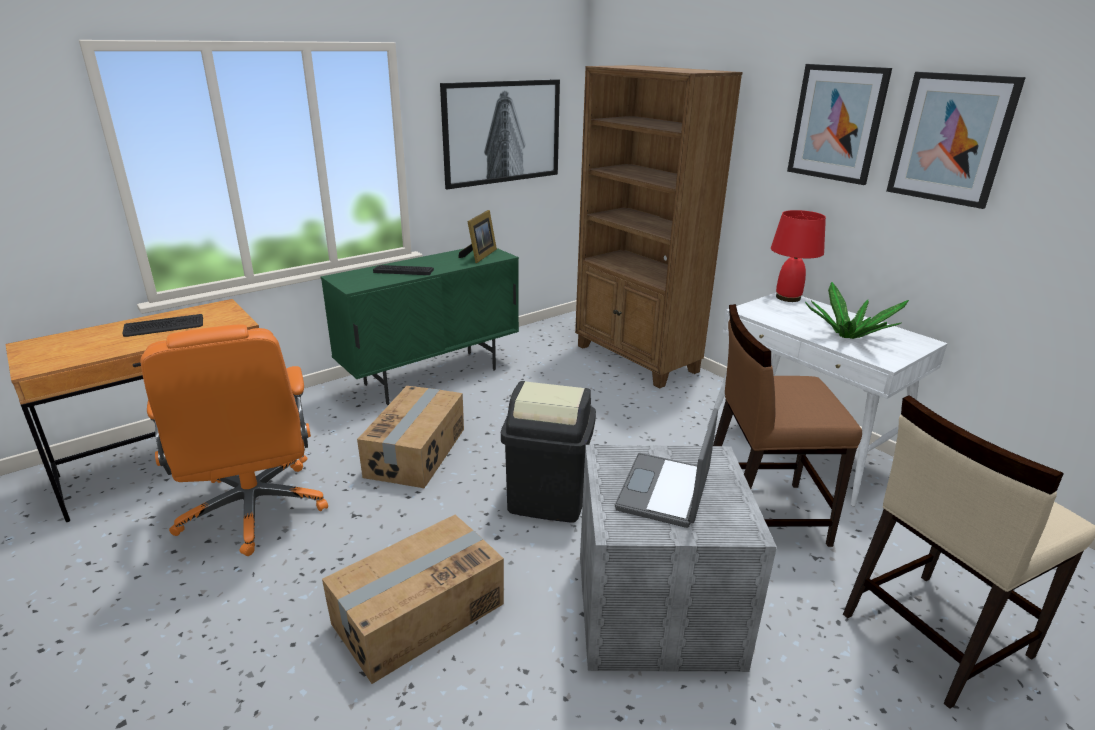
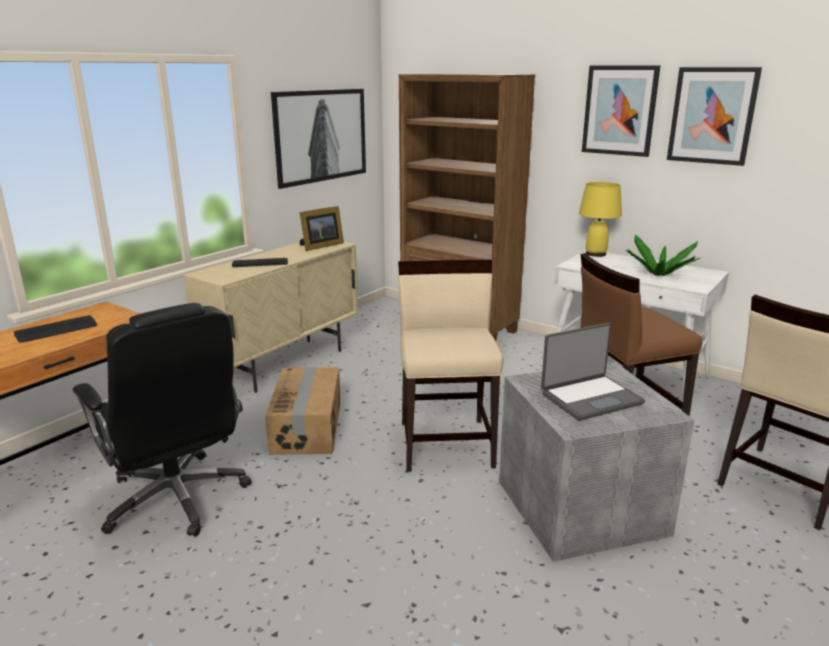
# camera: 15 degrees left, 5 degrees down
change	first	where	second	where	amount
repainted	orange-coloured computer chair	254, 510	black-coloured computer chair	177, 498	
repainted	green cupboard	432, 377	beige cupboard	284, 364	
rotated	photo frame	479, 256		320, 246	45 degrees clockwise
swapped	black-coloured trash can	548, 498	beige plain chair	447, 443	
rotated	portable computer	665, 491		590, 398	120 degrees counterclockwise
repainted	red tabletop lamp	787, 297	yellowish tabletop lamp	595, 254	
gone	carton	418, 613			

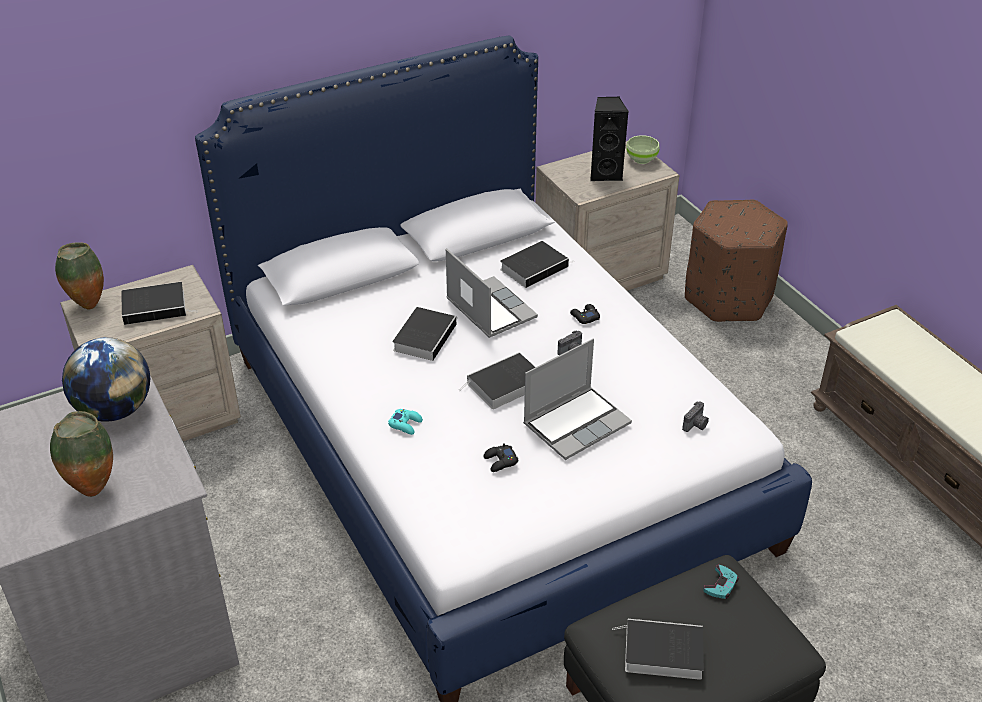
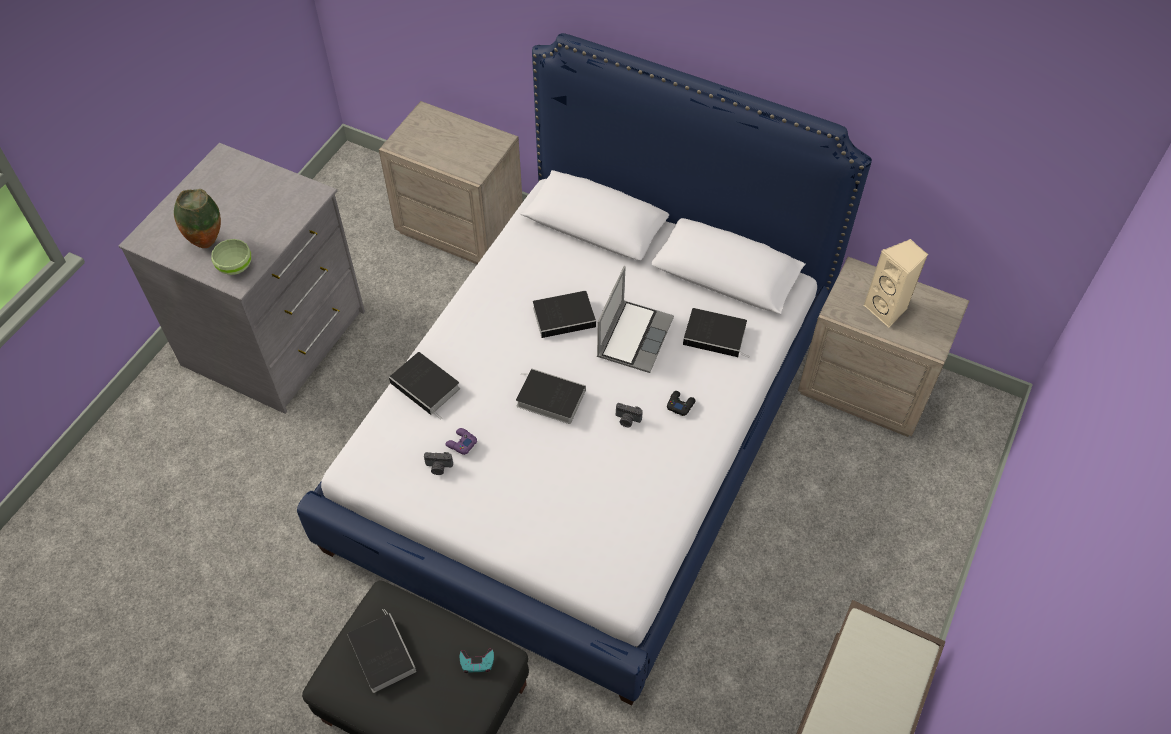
# camera: 55 degrees right, 15 degrees up
change	first	where	second	where	amount
shifted	green deep dish	641, 160		234, 267	
shifted	bound book	156, 306		427, 386	
shifted	still camera	696, 425		438, 467	
repainted	black-coloured gamepad	500, 461	purple-coloured gamepad	461, 443	
repainted	black-coloured loudspeaker	605, 173	beige loudspeaker	887, 309	
gone	vase	87, 305			
gone	globe	115, 410			
gone	turquoise-coloured gamepad	406, 424			
gone	portable computer	577, 423			
gone	brownish pouffe	729, 298			

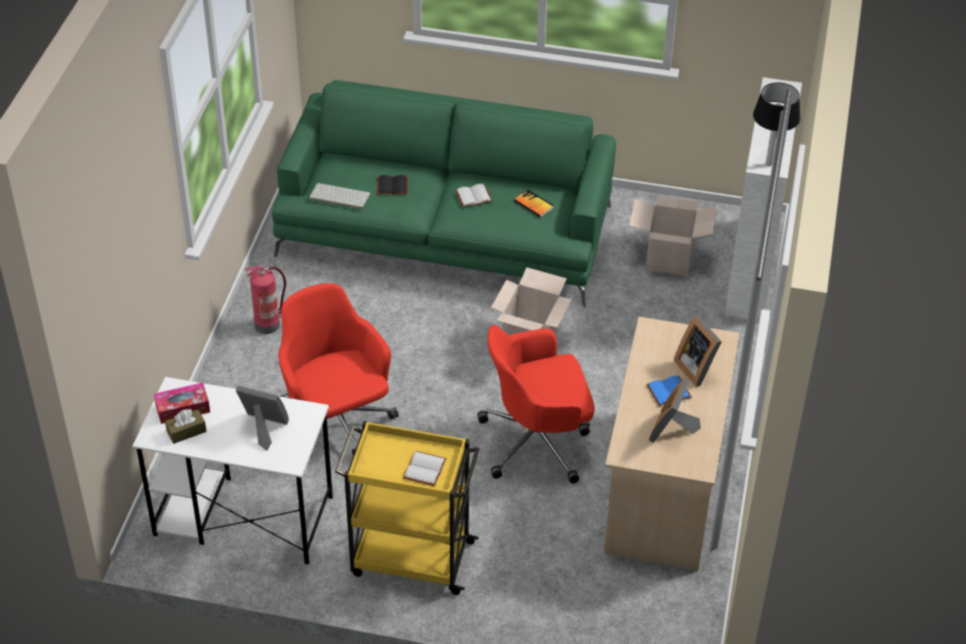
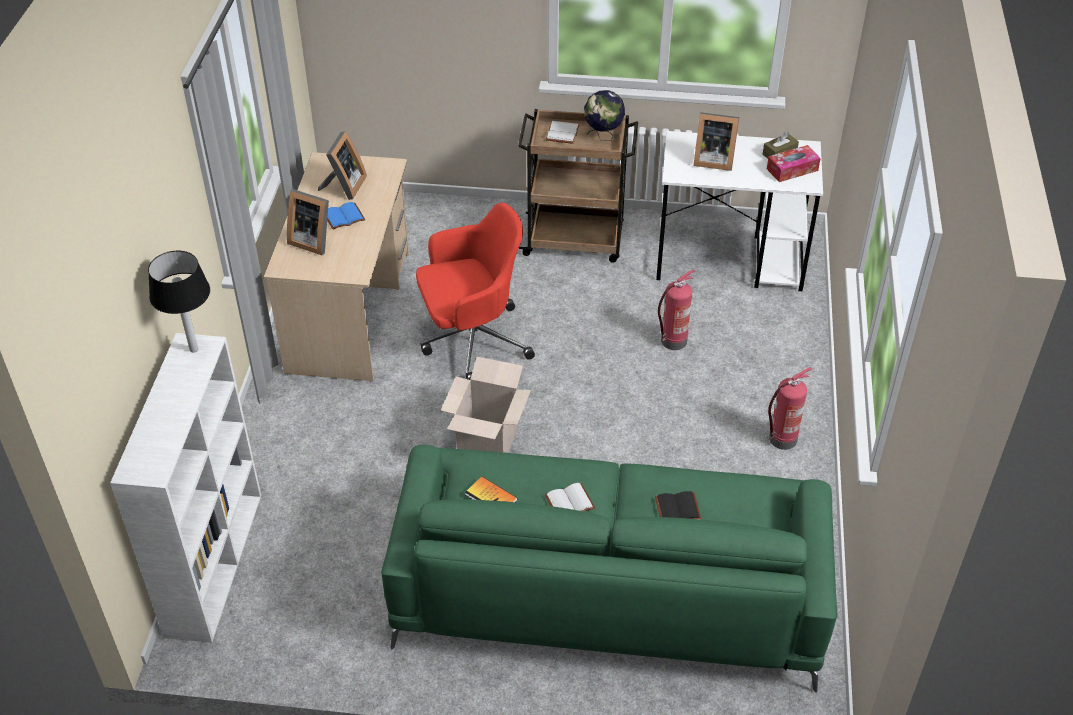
# camera: 175 degrees right, 0 degrees up
change	first	where	second	where	amount
rotated	photo frame	698, 367		312, 240	150 degrees clockwise
repainted	yellowish trolley	410, 558	brownish trolley	576, 240	
new			globe	603, 137	
swapped	red computer chair	336, 424	extinguisher	673, 341	
gone	computer keyboard	338, 197			
gone	carton	668, 259			

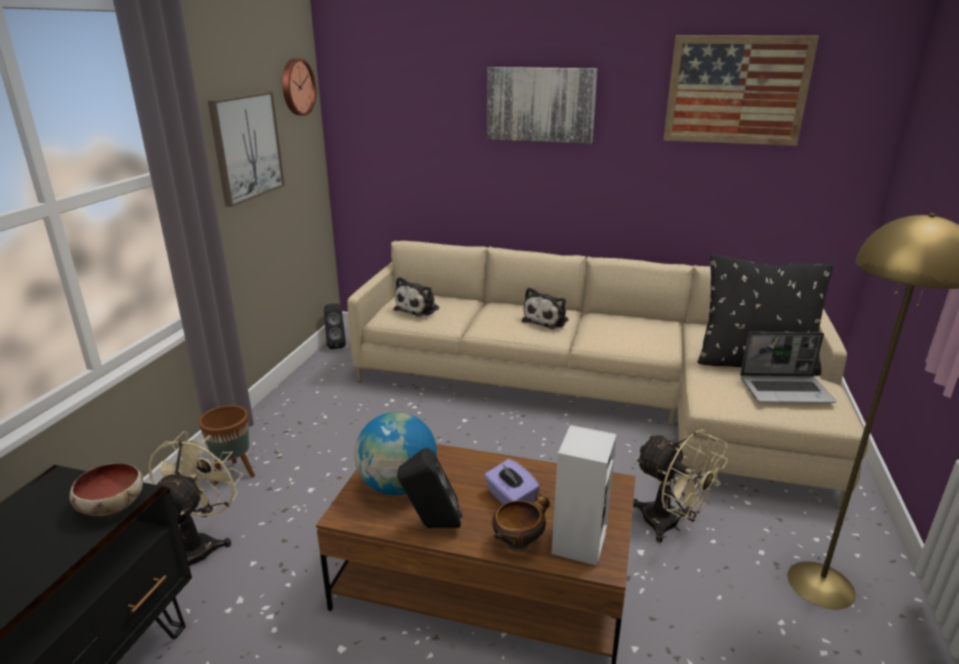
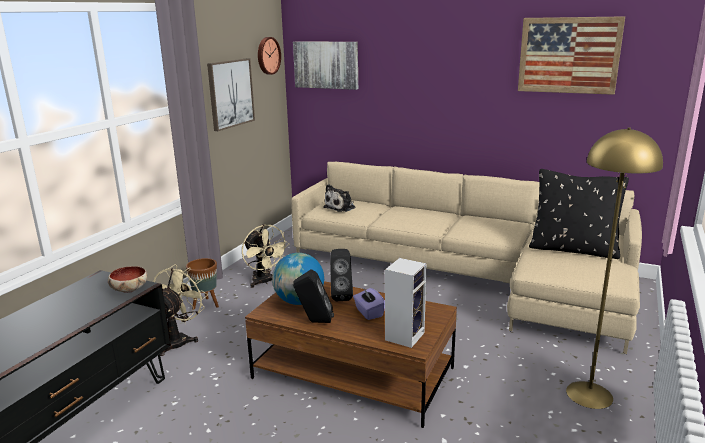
# camera: 10 degrees right, 5 degrees down
change	first	where	second	where	amount
shifted	beige cooling fan	669, 525		264, 282	
shifted	wall picture	540, 104		326, 65	
shifted	black-coloured loudspeaker	336, 345		341, 296	
gone	deep dish	519, 542			
gone	plush toy	547, 320			
gone	portable computer	786, 390			

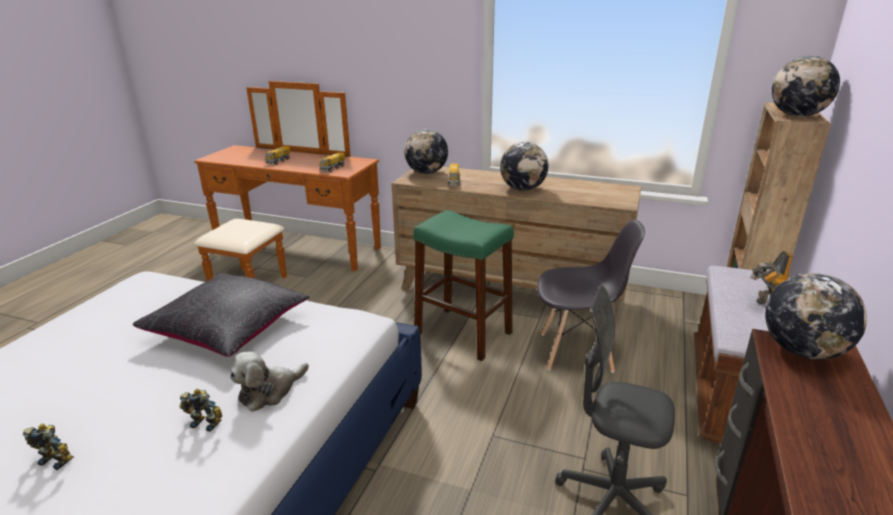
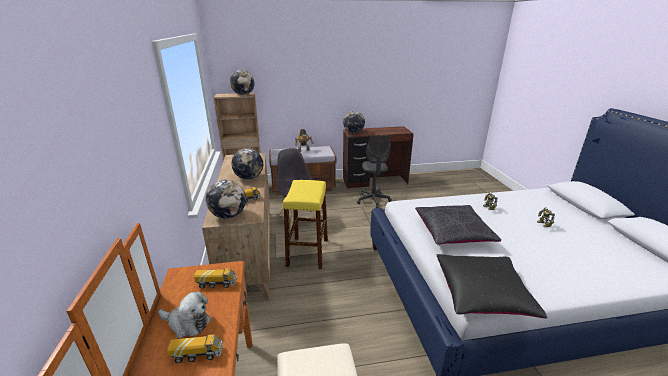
# camera: 120 degrees left, 0 degrees up
change	first	where	second	where	amount
shifted	plush toy	269, 391		187, 323	
repainted	green sitting stool	463, 333	yellowish sitting stool	308, 252	
new			black-coloured cushion	482, 294	

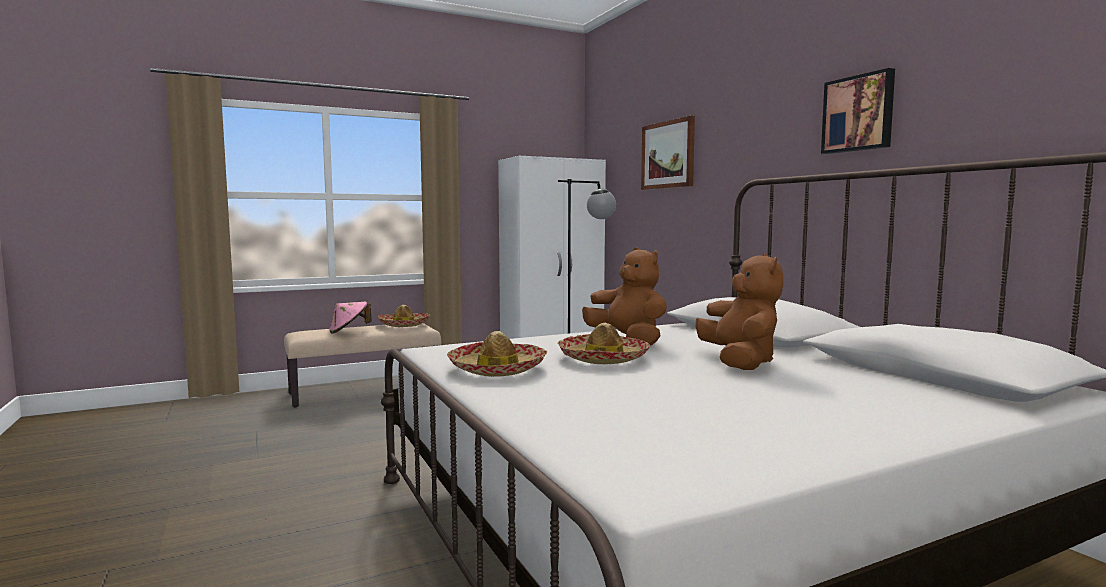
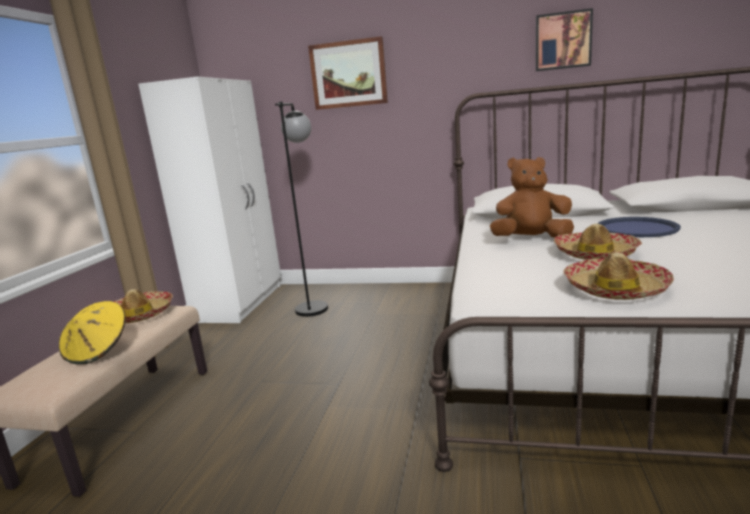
# camera: 50 degrees left, 10 degrees up
change	first	where	second	where	amount
repainted	pinkish wearable hat	349, 331	yellowish wearable hat	98, 351	
swapped	brownish plush toy	739, 362	bluish carrying tray	637, 228	

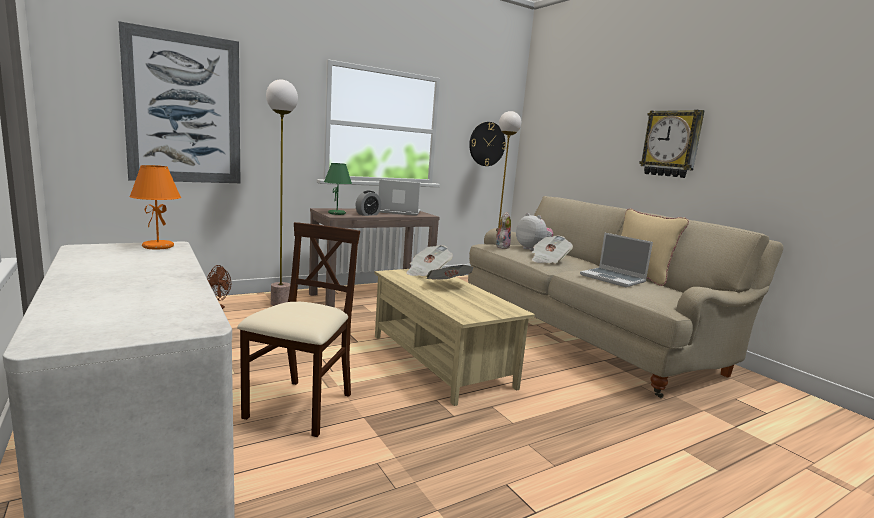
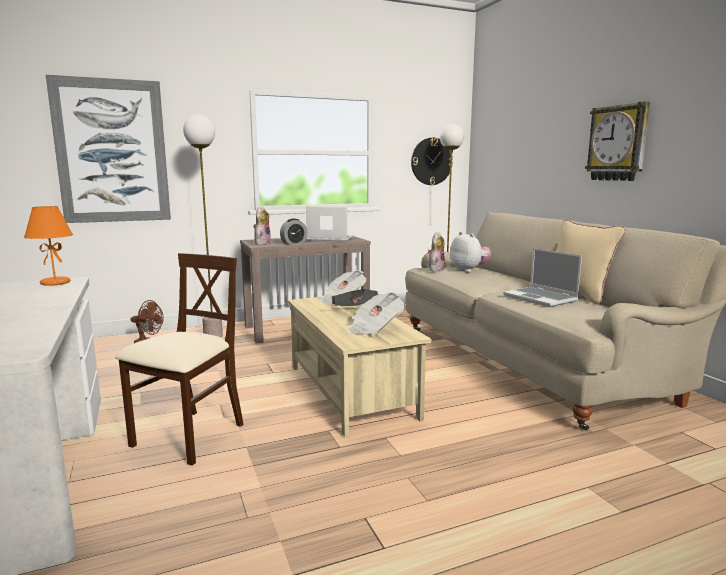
# camera: 10 degrees right, 0 degrees up
change	first	where	second	where	amount
swapped	green tabletop lamp	337, 213	plush toy	262, 244	
shifted	newspaper	548, 260		374, 329	

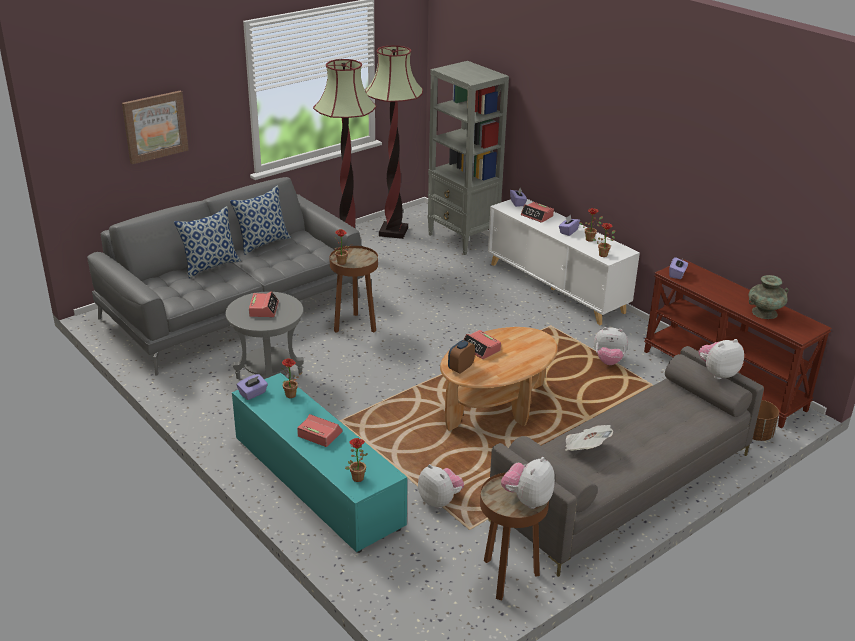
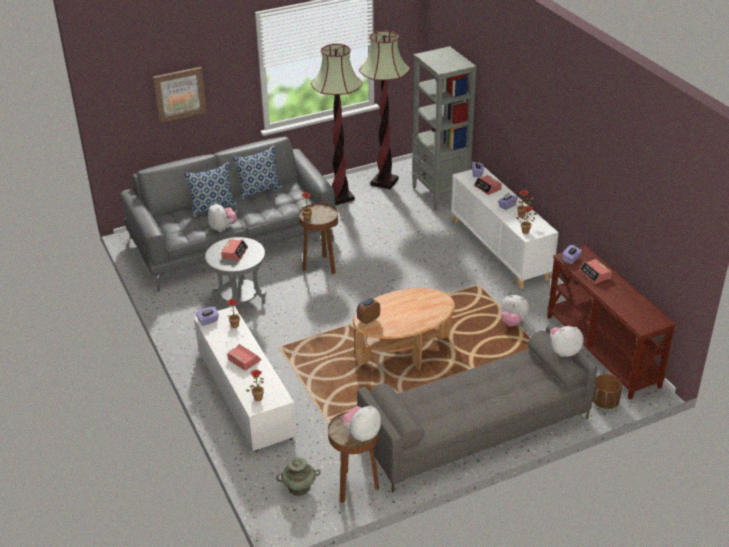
# camera: 15 degrees right, 5 degrees up
change	first	where	second	where	amount
repainted	turquoise-coloured tv unit	315, 482	white-coloured tv unit	244, 393	
shifted	plush toy	440, 501		222, 228	
shifted	turquoise-coloured vase	764, 313		299, 487	
shifted	table clock	481, 349		595, 275	
gone	newspaper	586, 447			

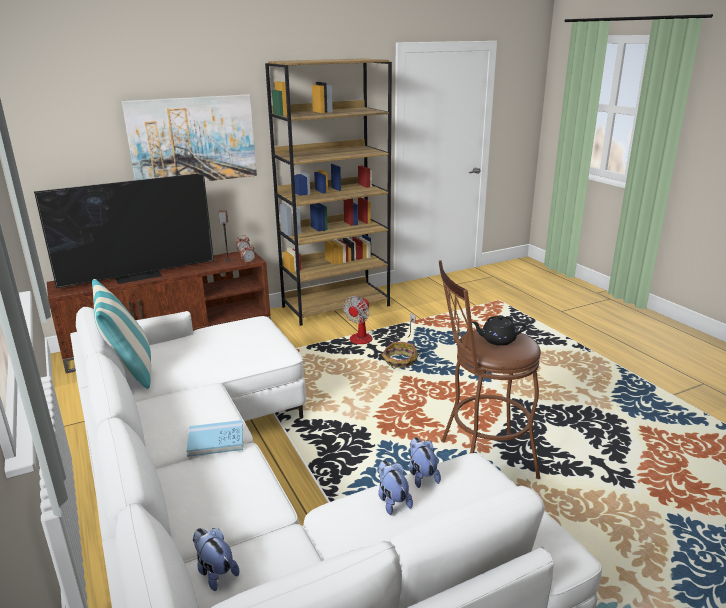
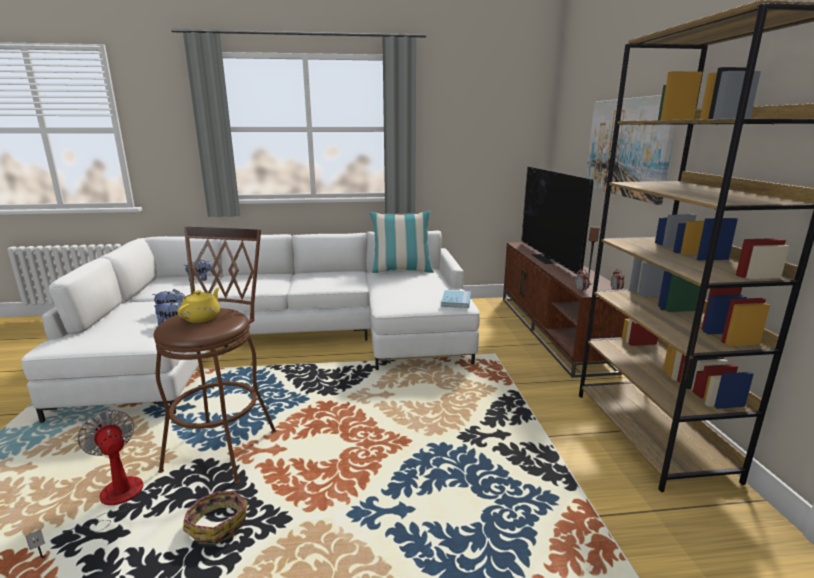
# camera: 110 degrees right, 5 degrees down
change	first	where	second	where	amount
shifted	cooling fan	370, 339		110, 503	
repainted	black-coloured pot for tea	497, 340	yellowish pot for tea	202, 317	
shifted	storage basket	399, 361		218, 524	
shifted	bluish bound book	216, 440		456, 301	

